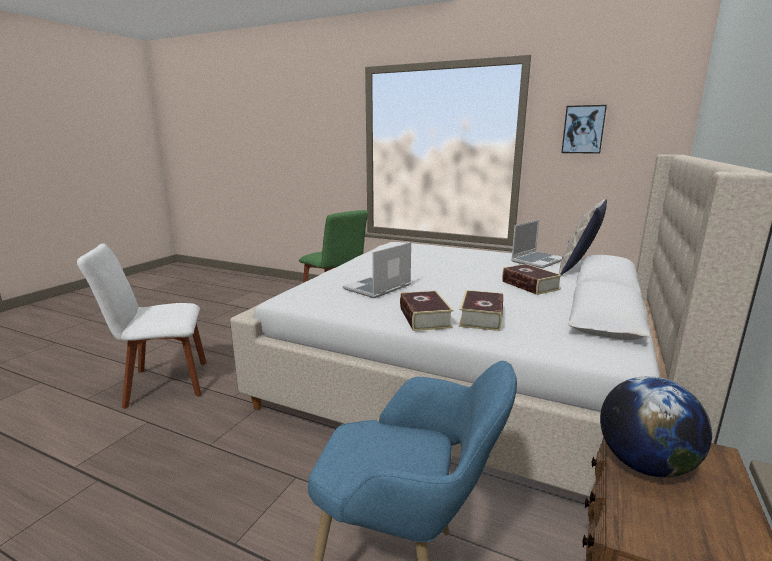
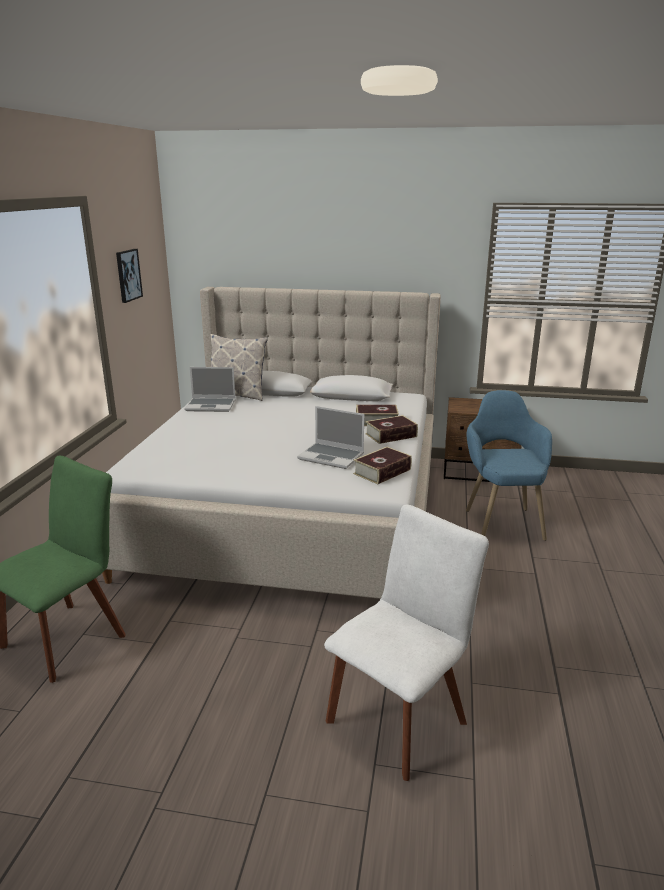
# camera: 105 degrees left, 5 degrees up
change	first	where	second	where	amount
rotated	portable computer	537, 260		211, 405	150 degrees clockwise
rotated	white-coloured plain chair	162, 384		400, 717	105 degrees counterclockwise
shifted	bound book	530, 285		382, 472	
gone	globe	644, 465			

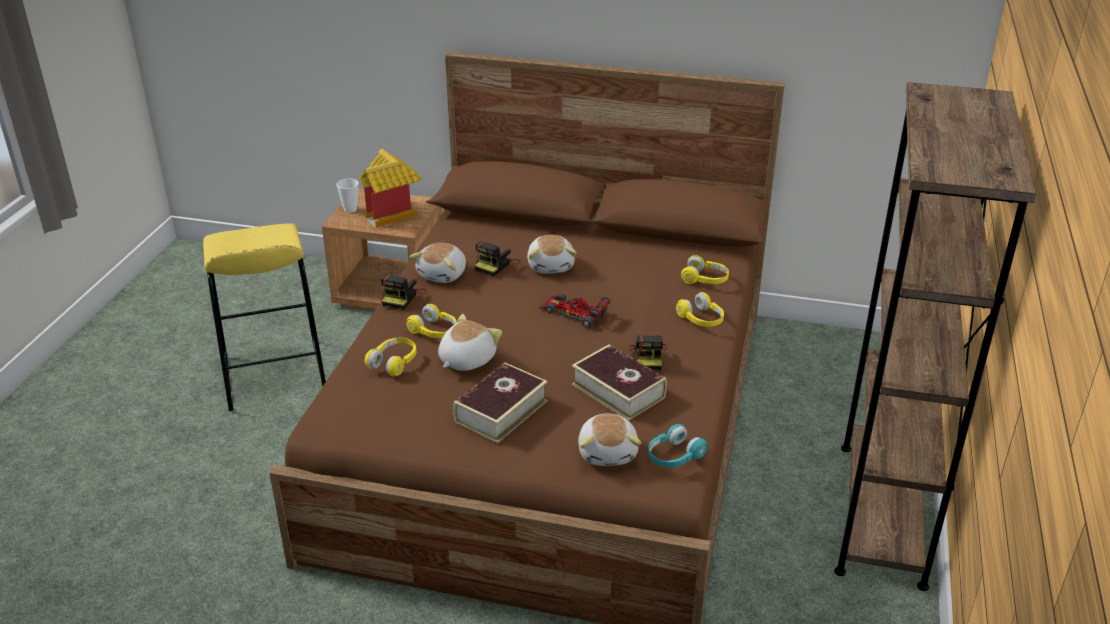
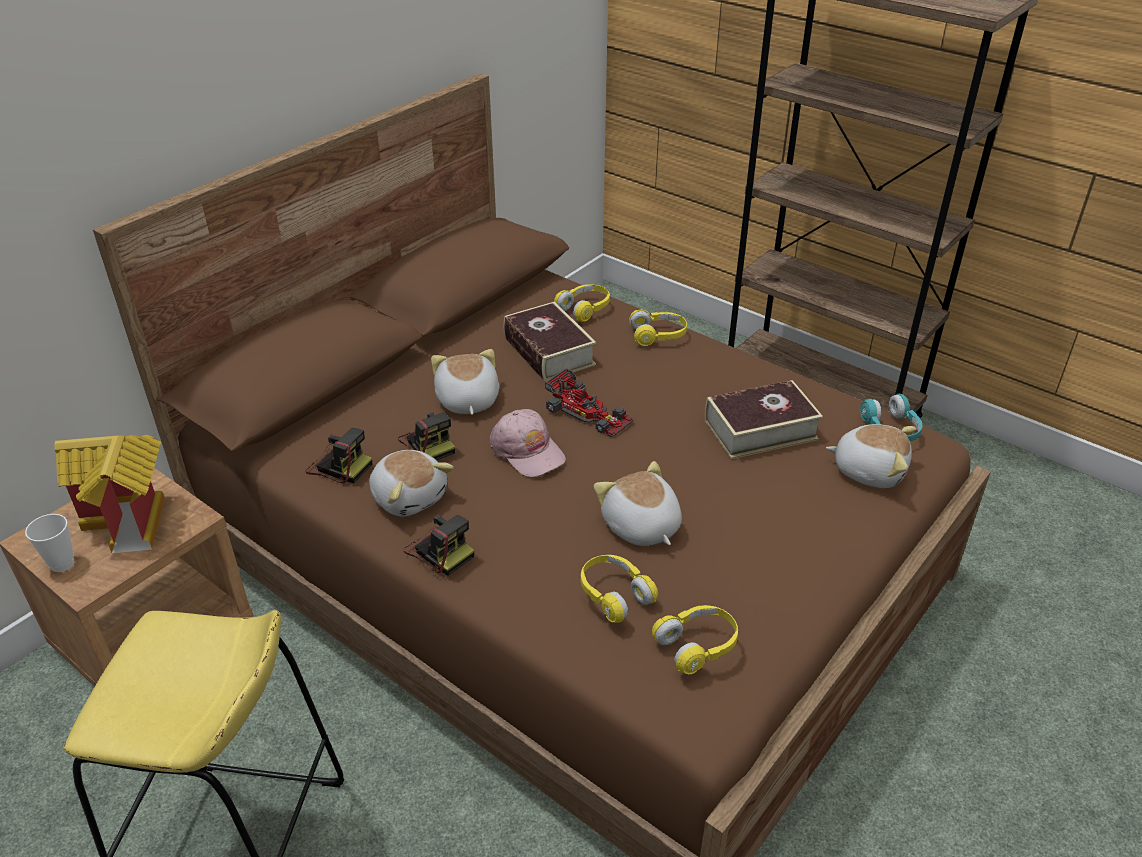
# camera: 65 degrees left, 5 degrees up
change	first	where	second	where	amount
shifted	still camera	648, 357		338, 465	
rotated	plush toy	551, 265		466, 401	120 degrees counterclockwise
new			pinkish cap	527, 451	
shifted	bound book	501, 411		549, 351	
rotated	toy car	574, 312		588, 412	105 degrees counterclockwise
shifted	yellowish pair of headphones	434, 331		697, 646	

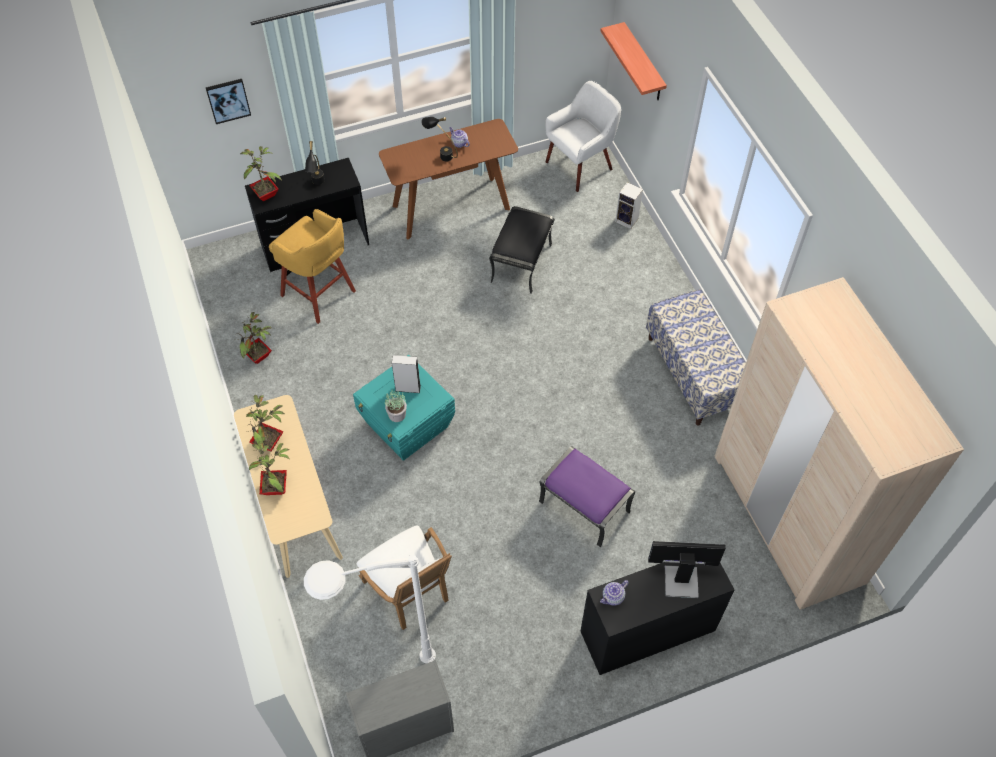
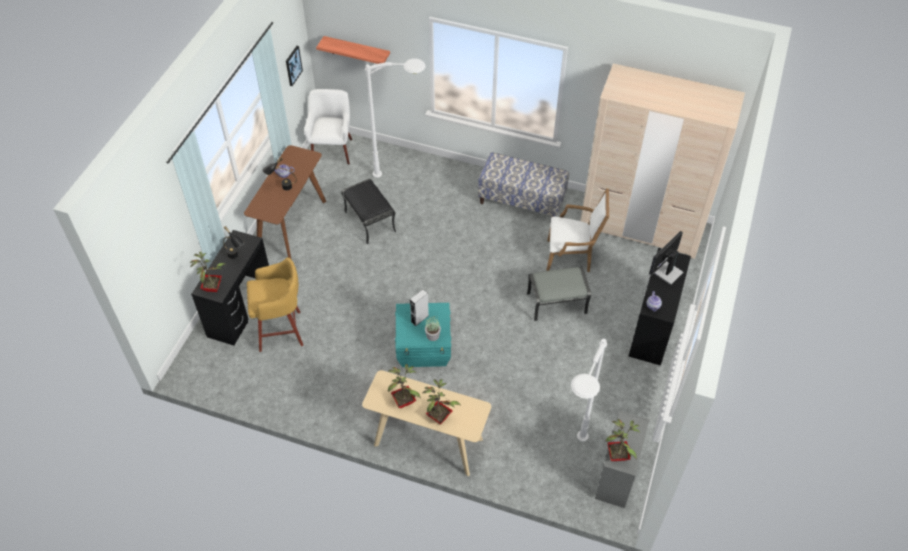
# camera: 50 degrees left, 5 degrees down
change	first	where	second	where	amount
shifted	wall picture	228, 100		293, 65	
new			white-coloured floor lamp	407, 176	
repainted	purple-coloured pouffe	585, 507	greyish pouffe	557, 303	
shifted	white-coloured easy chair	410, 593		572, 257	
shifted	plant in a pot	259, 357		618, 455	
gone	loudspeaker	627, 220			

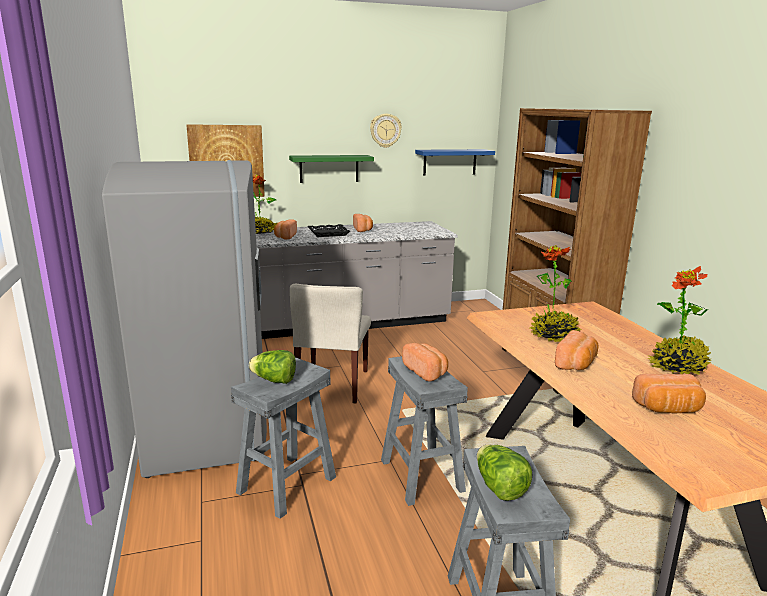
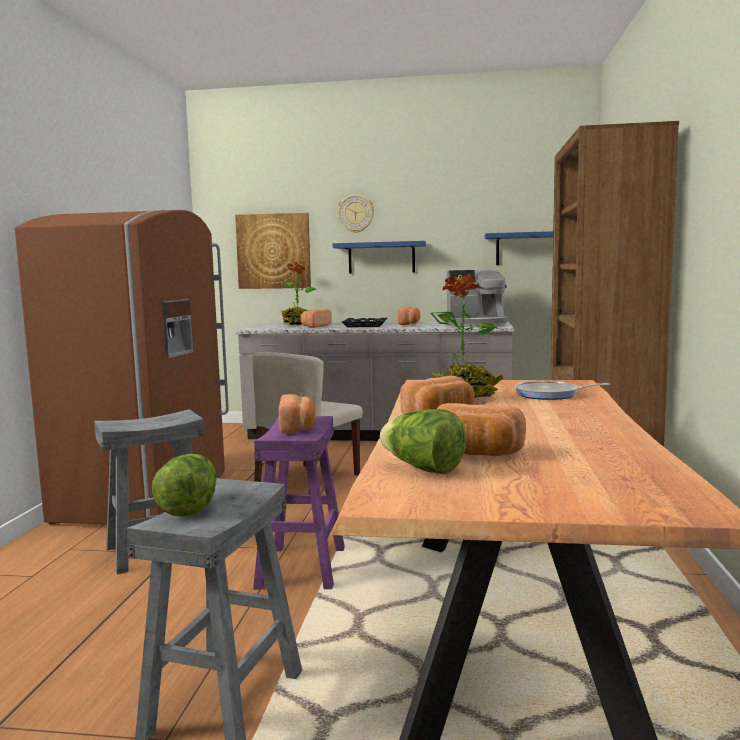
# camera: 25 degrees right, 10 degrees down
change	first	where	second	where	amount
repainted	greyish refrigerator	208, 427	brownish refrigerator	148, 497	
repainted	greyish sitting stool	420, 475	purple-coloured sitting stool	301, 567	
repainted	green wall shelf	329, 168	bluish wall shelf	381, 258	
shifted	clock on the wall	385, 130		356, 213	
shifted	lettuce head	274, 380		423, 469	
new			coffee maker	476, 324	
new			frying pan	550, 394	
gone	plant in a pot	677, 367			

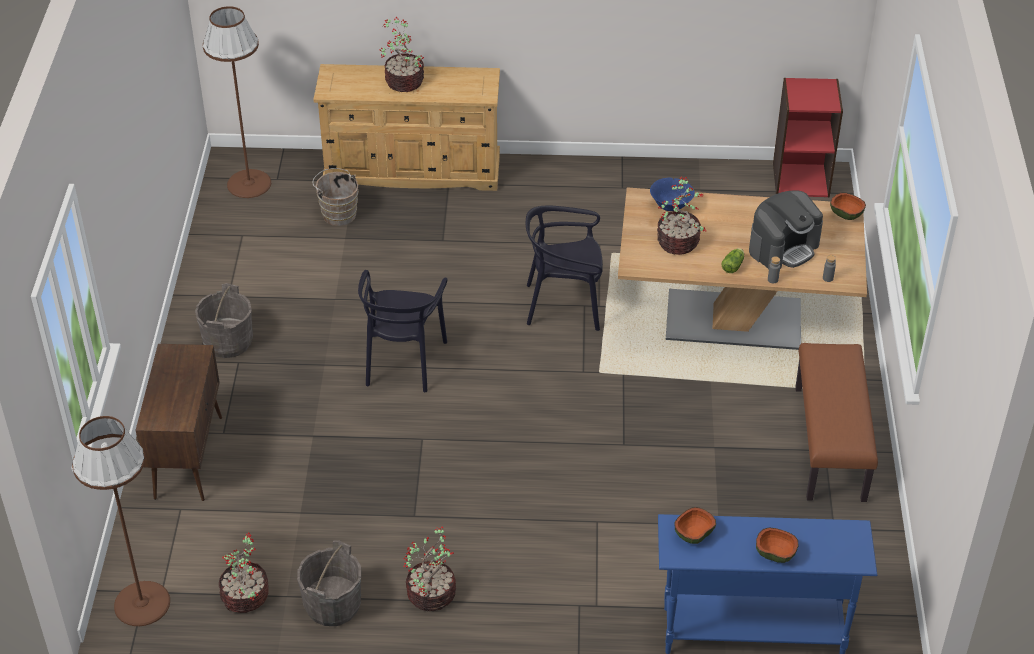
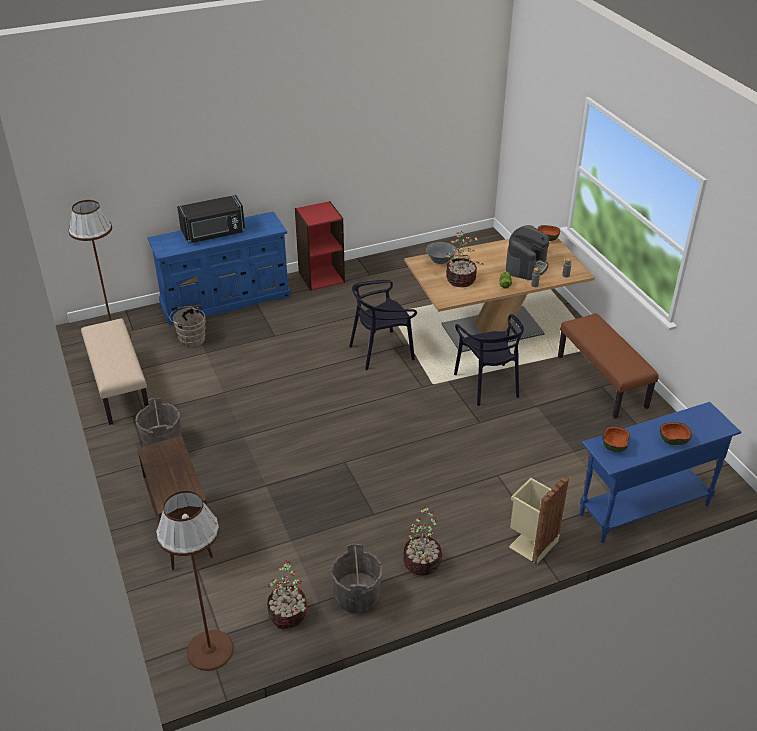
# camera: 25 degrees left, 5 degrees down
change	first	where	second	where	amount
new			beige indoor bench	118, 387	
repainted	beige dresser	413, 170	bluish dresser	226, 300	
swapped	plant in a pot	403, 81	black-coloured microwave oven	214, 233	
shifted	red bookcase	800, 179		321, 277	
repainted	bluish deep dish	670, 207	greyish deep dish	440, 261	
shifted	black-coloured plain chair	403, 362		488, 384	
new			beige trash can	531, 543	

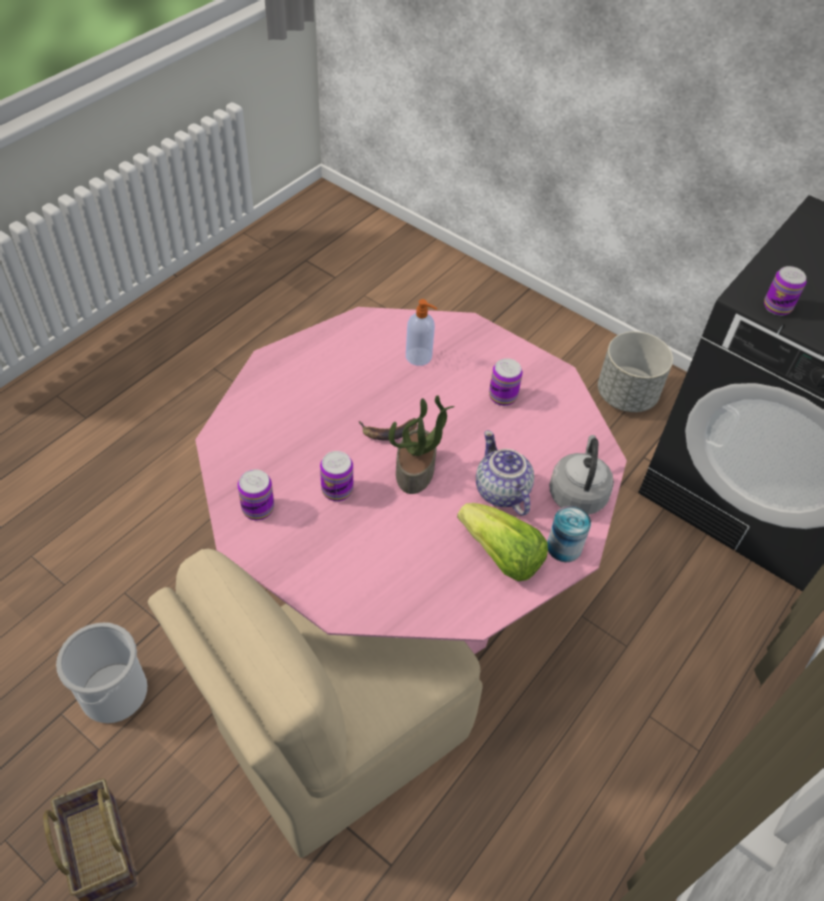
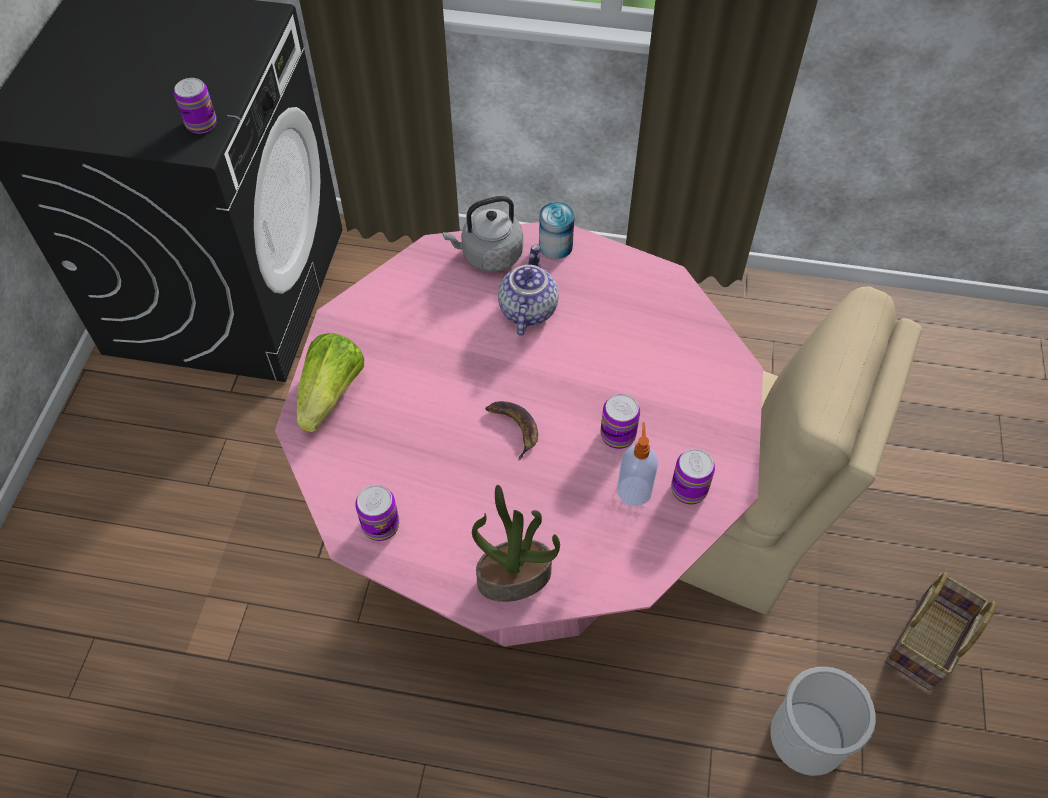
# camera: 115 degrees left, 5 degrees up
change	first	where	second	where	amount
shifted	lettuce head	501, 556		332, 394	
shifted	sealed can	502, 396		381, 525	
shifted	plant in a pot	416, 471		515, 576	
rotated	pot for tea	500, 491		526, 309	150 degrees clockwise
shifted	soap dispenser	419, 357		634, 490	
gone	greyish plant pot	626, 395			

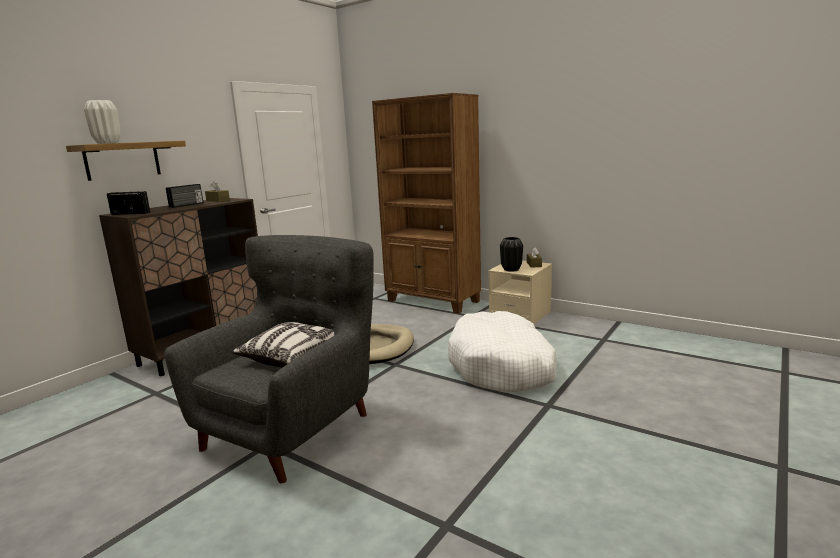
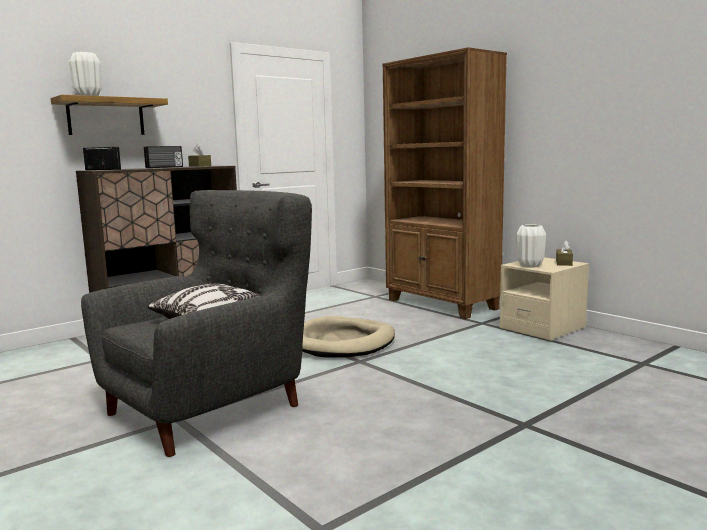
# camera: 15 degrees right, 5 degrees down
change	first	where	second	where	amount
repainted	black-coloured vase	511, 270	white-coloured vase	529, 266	
gone	white-coloured dog cushion	502, 366			

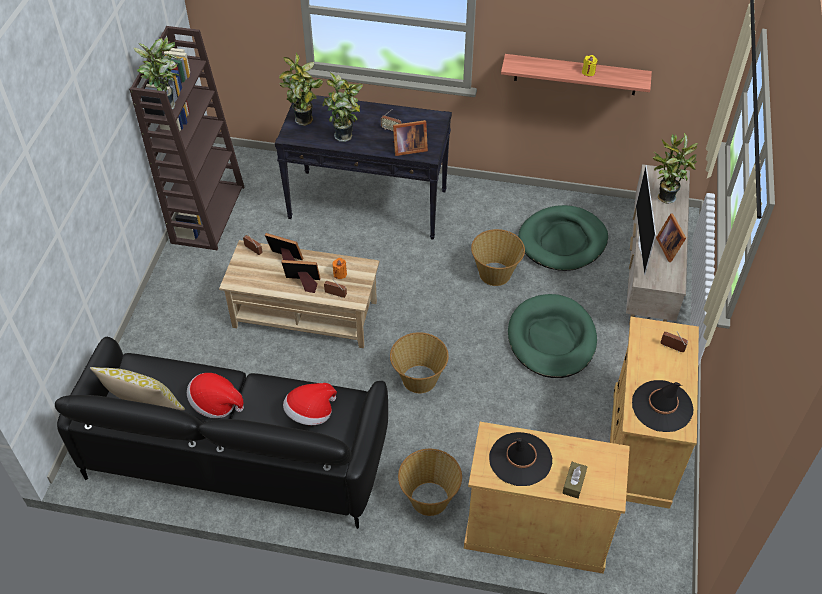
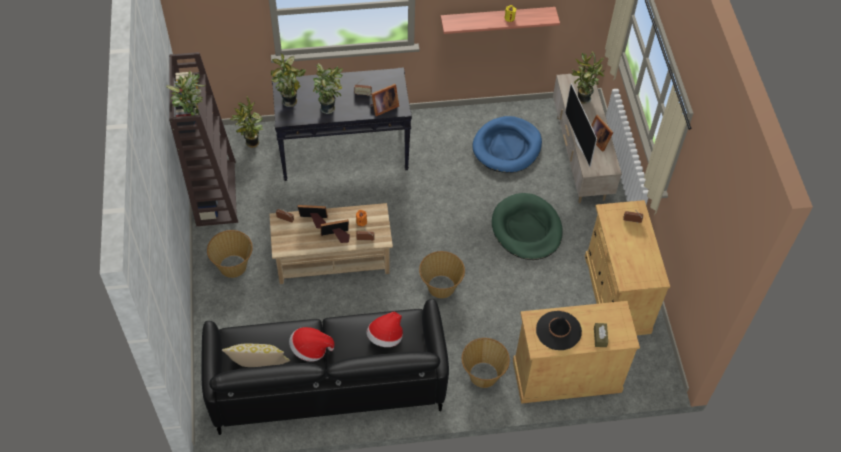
# camera: 20 degrees left, 5 degrees up
change	first	where	second	where	amount
shifted	storage basket	495, 273		233, 266	
new			plant in a pot	251, 144	
repainted	green dog cushion	562, 241	bluish dog cushion	507, 147	
gone	black-coloured wearable hat	662, 406			

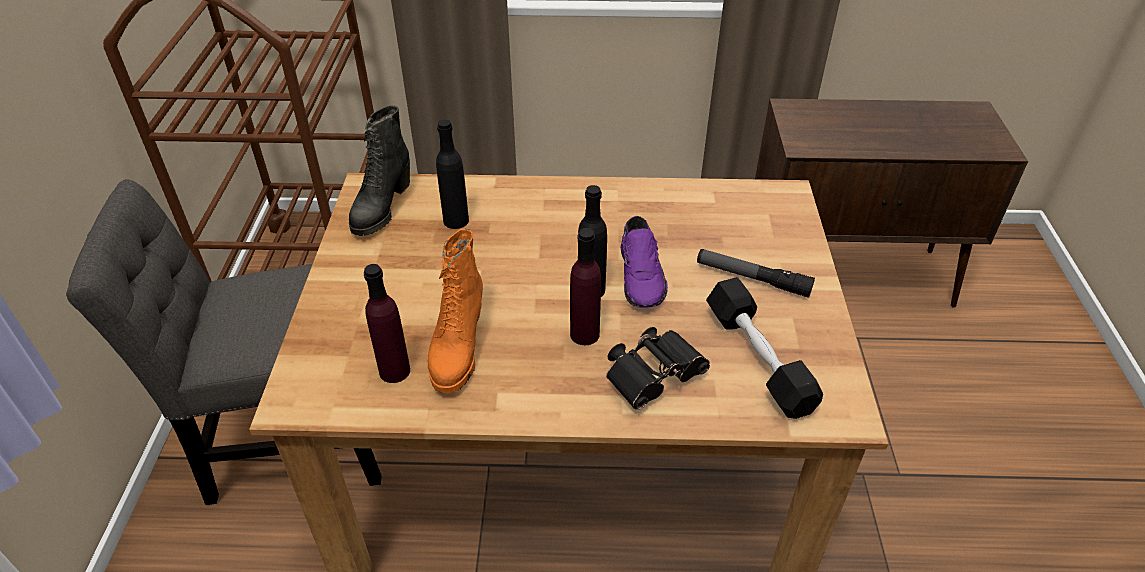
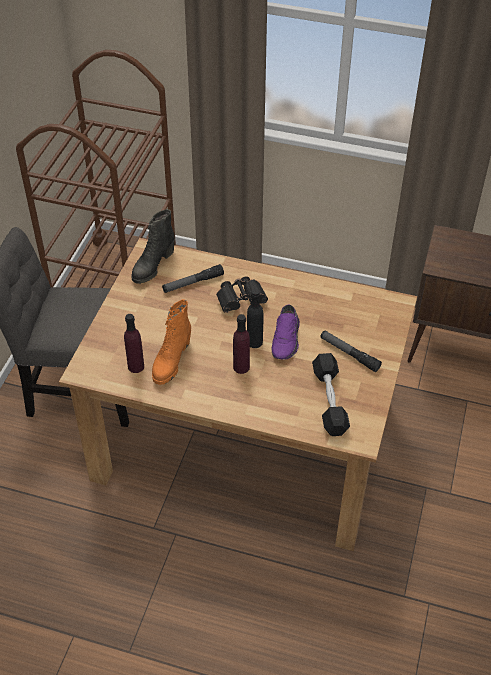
# camera: 15 degrees right, 5 degrees up
change	first	where	second	where	amount
swapped	black-coloured bottle	456, 221	torch	193, 283	
shifted	black-coloured pair of binoculars	655, 377		242, 301	

